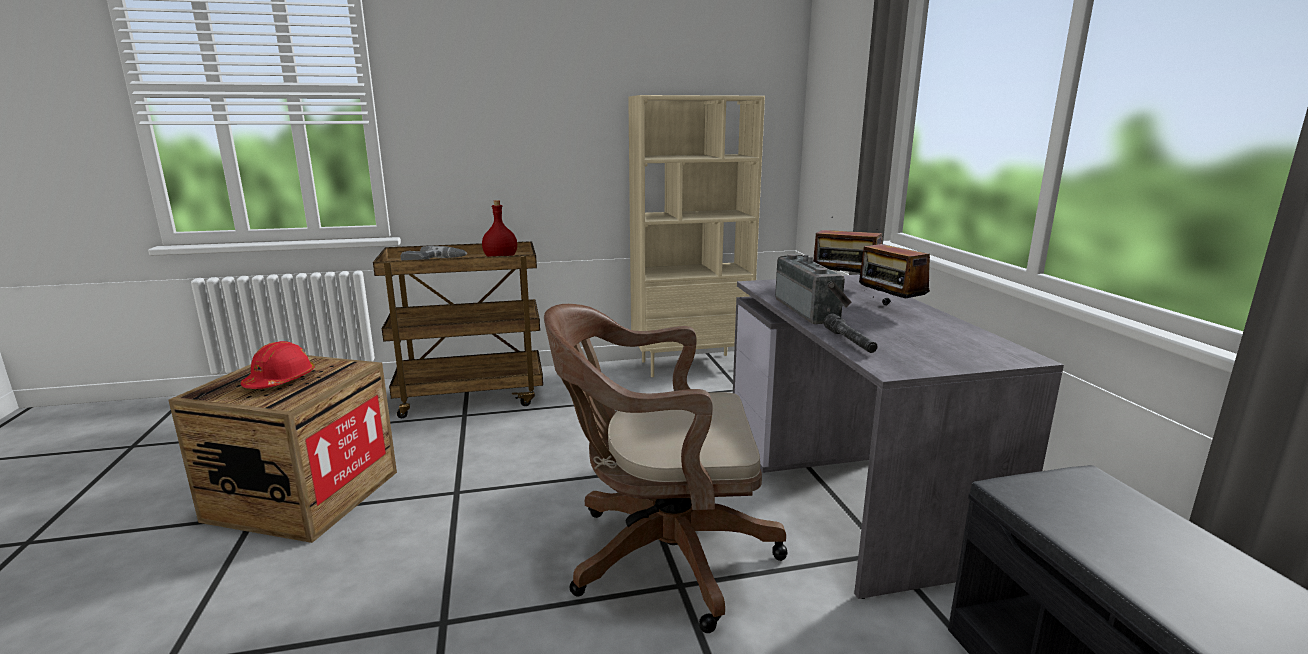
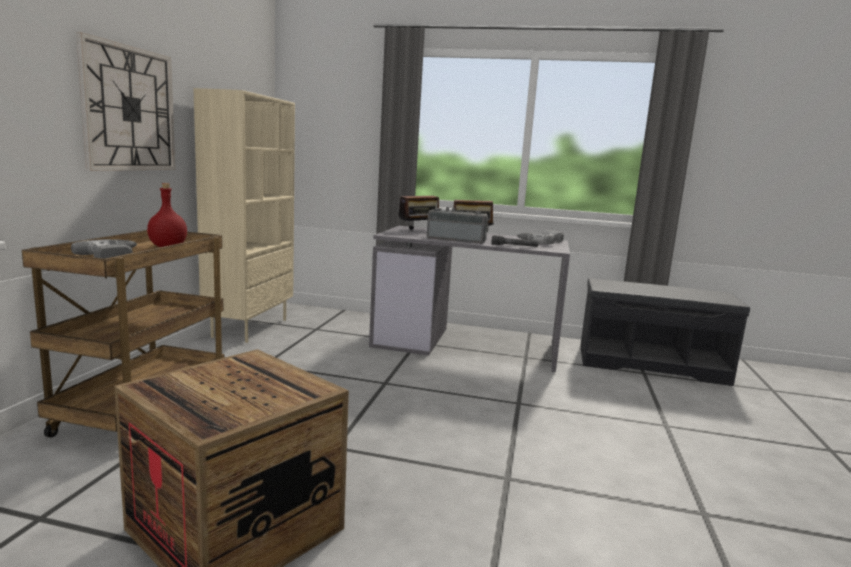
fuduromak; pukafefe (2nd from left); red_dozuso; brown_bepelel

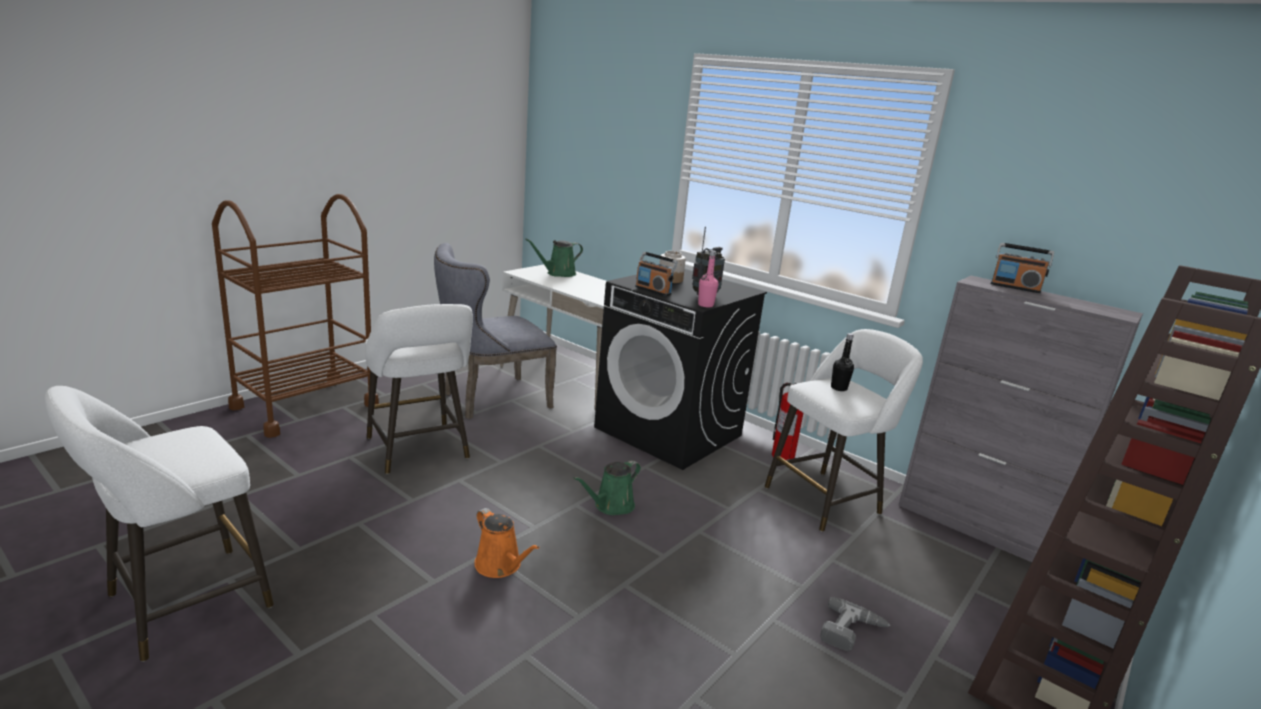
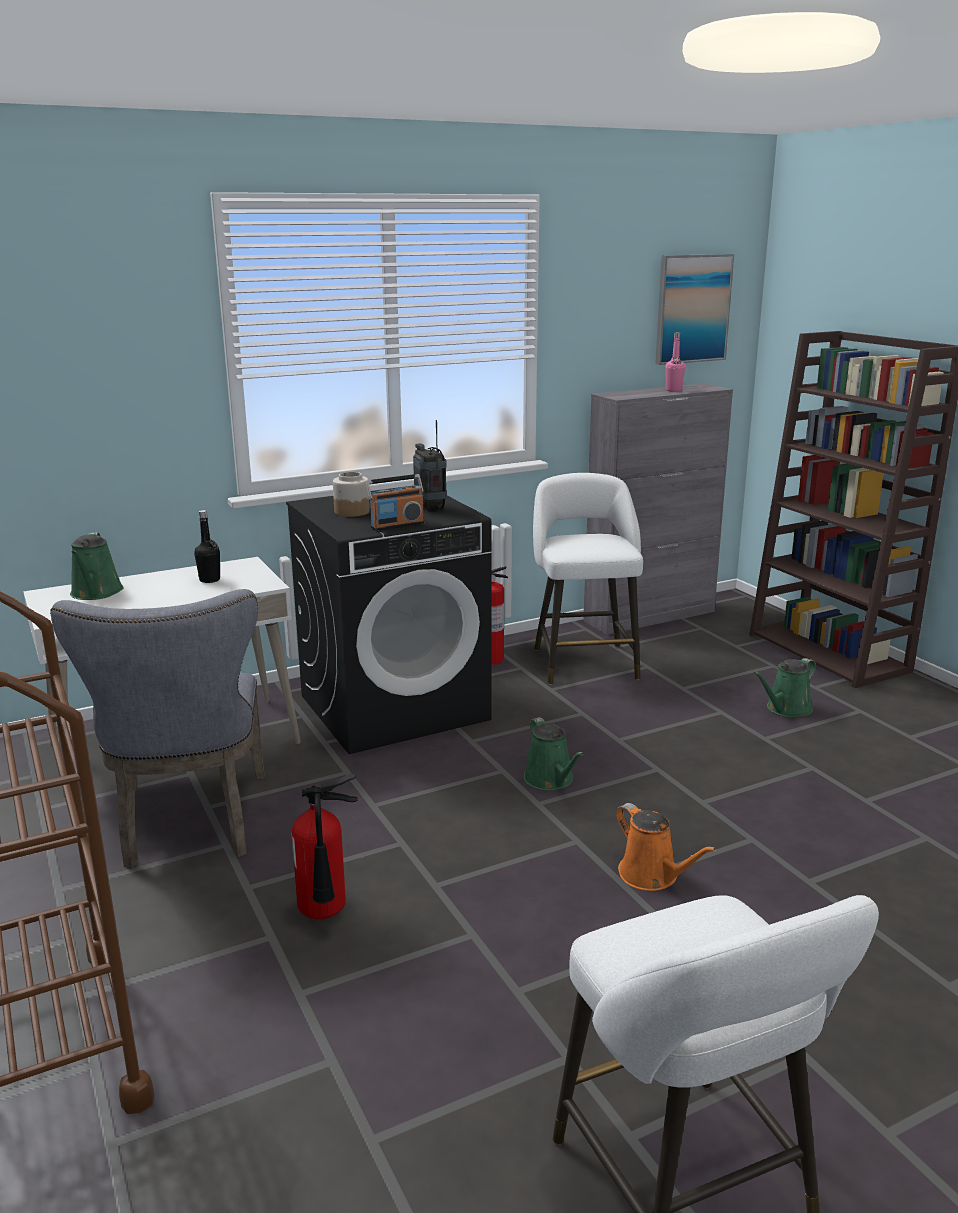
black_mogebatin; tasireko (1st from left); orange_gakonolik; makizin; pink_mogebatin; green_gakonolik (3rd from left); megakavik (3rd from left in the first image)

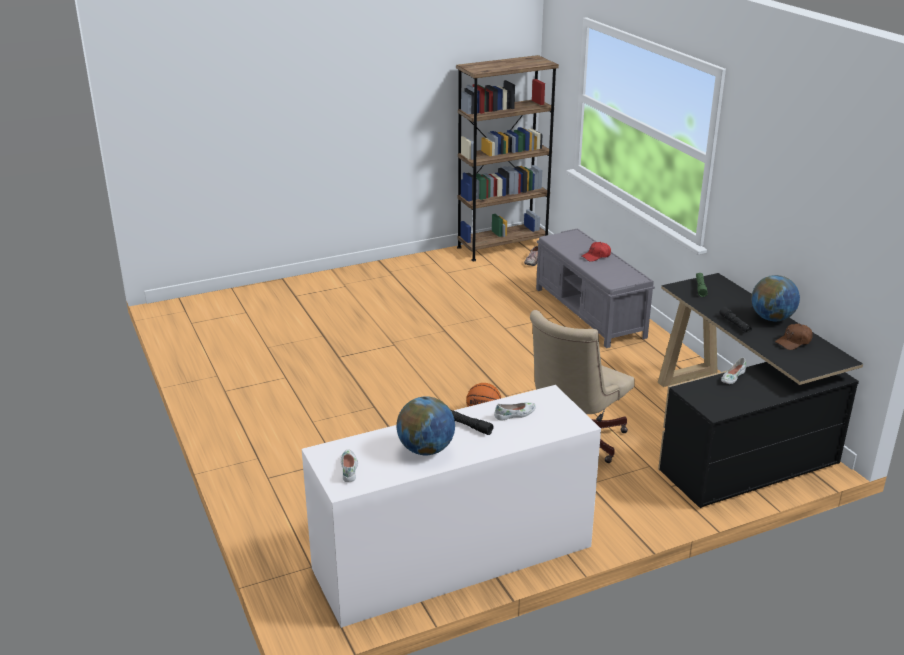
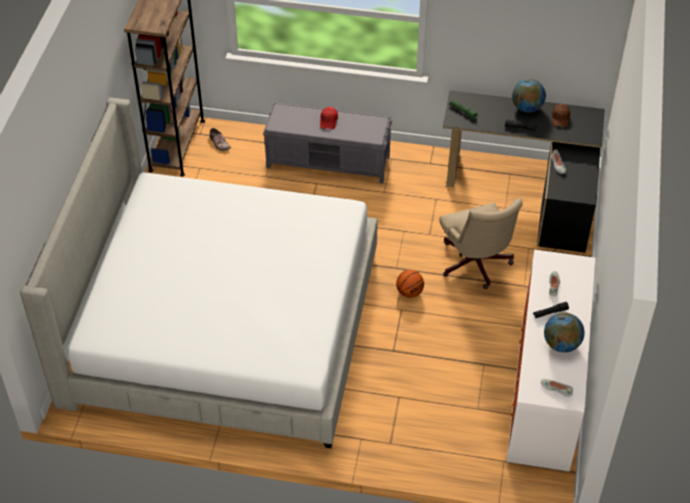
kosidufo

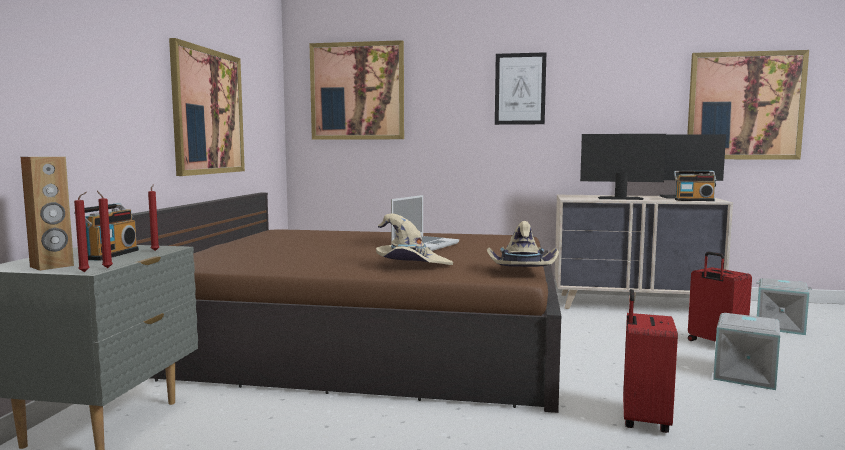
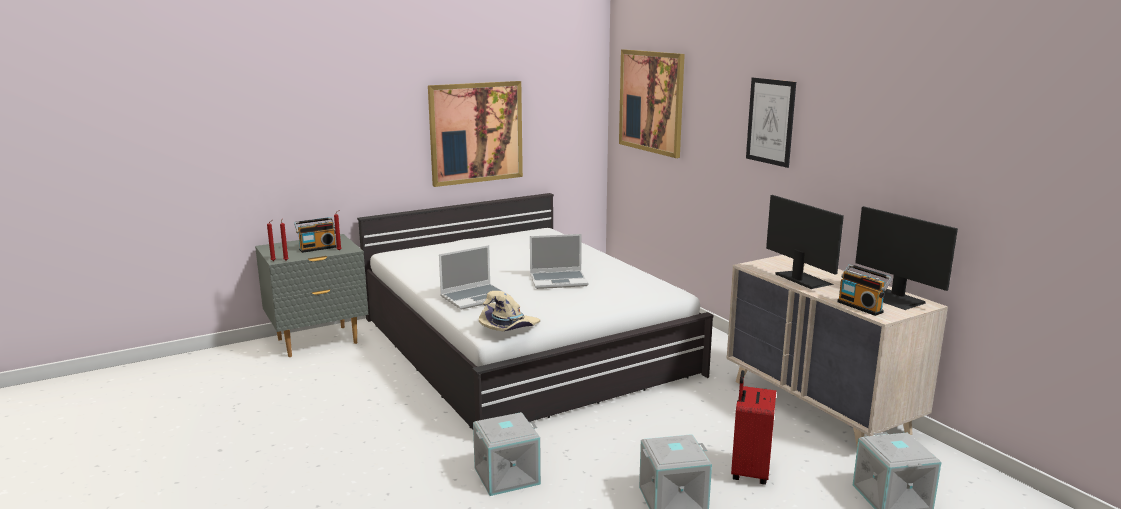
white_kosidufo; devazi (1st from left); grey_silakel (1st from left); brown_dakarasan; makizin (4th from left in the first image)

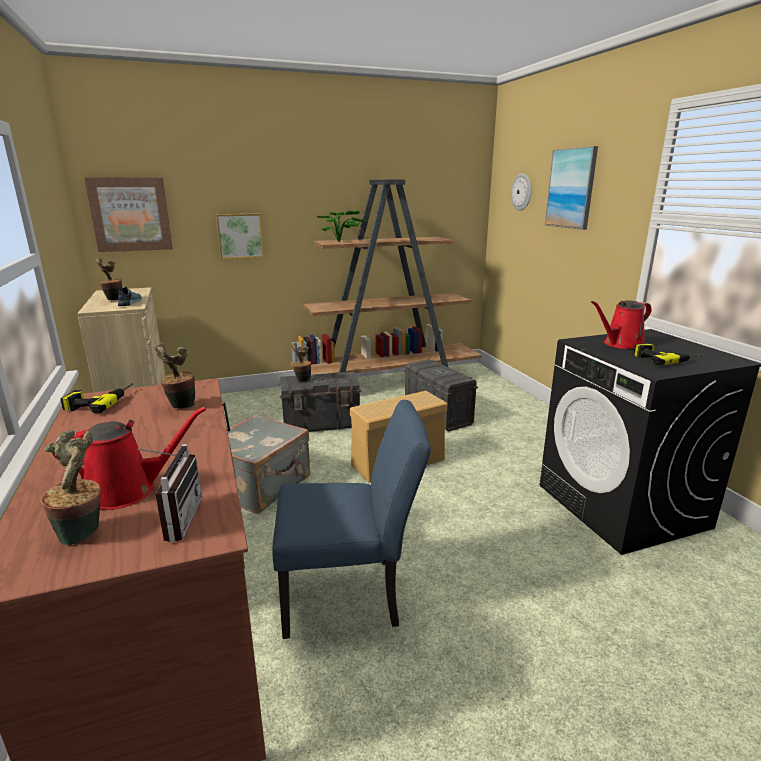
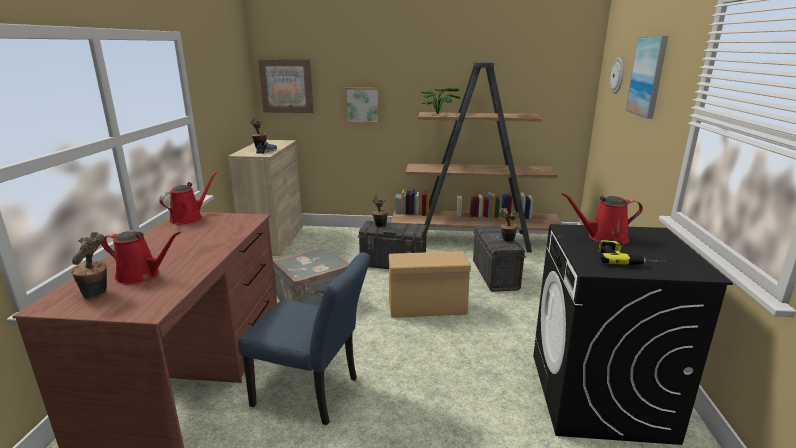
red_gakonolik (2nd from left); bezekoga (5th from left); megakavik

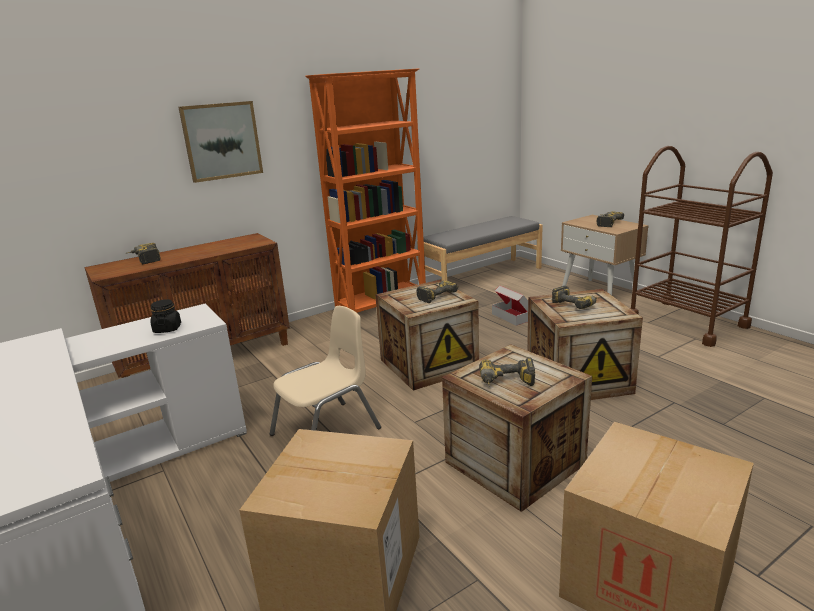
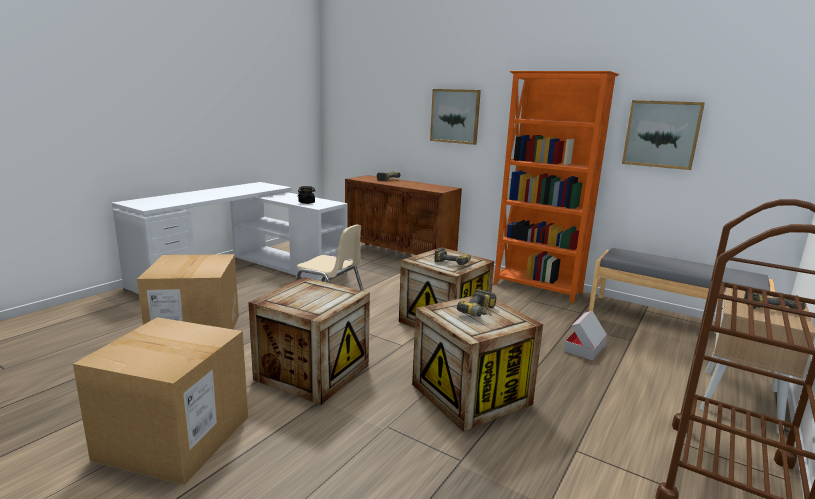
makizin (2nd from left); pukafefe (3rd from left in the first image)

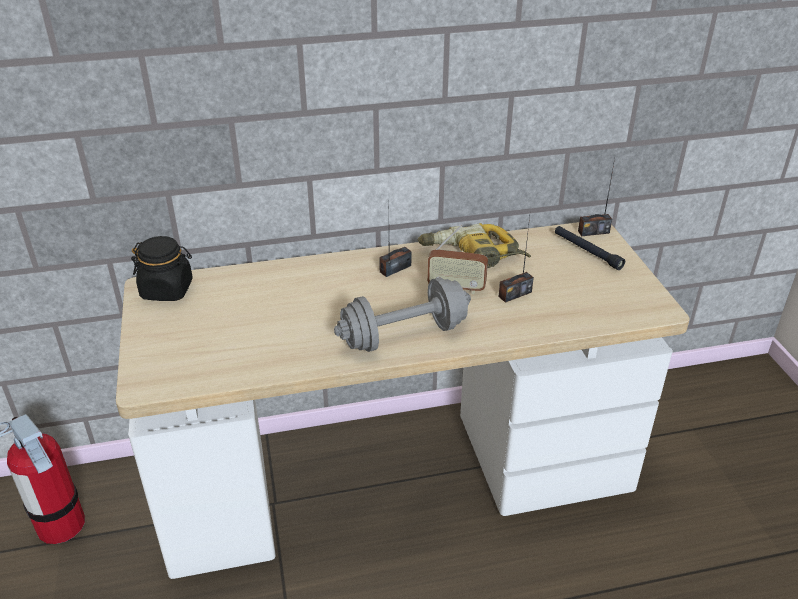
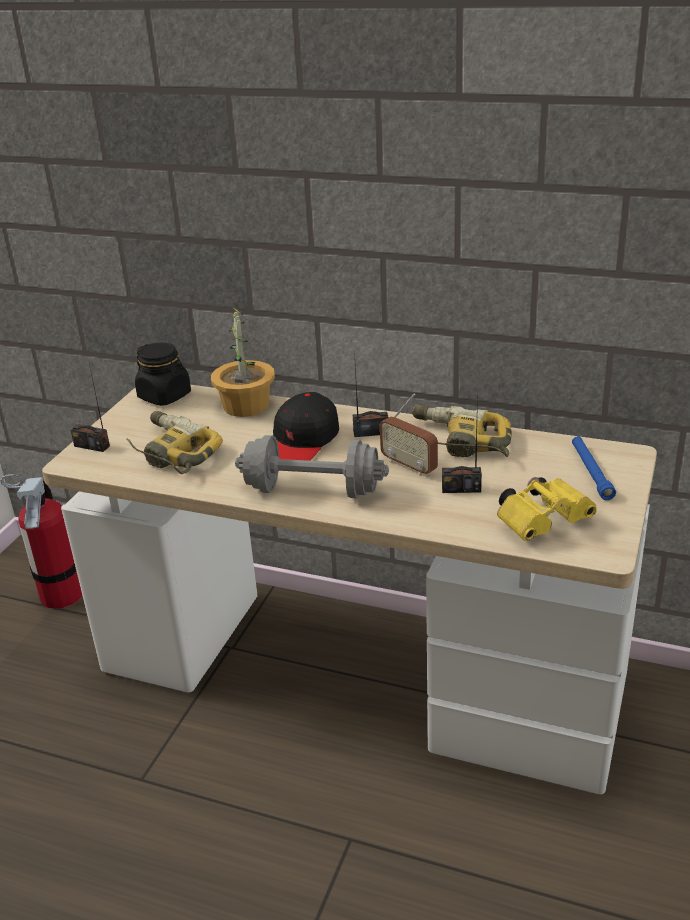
megakavik (1st from left); pukafefe (1st from left); bezekoga; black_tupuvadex; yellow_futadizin; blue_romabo

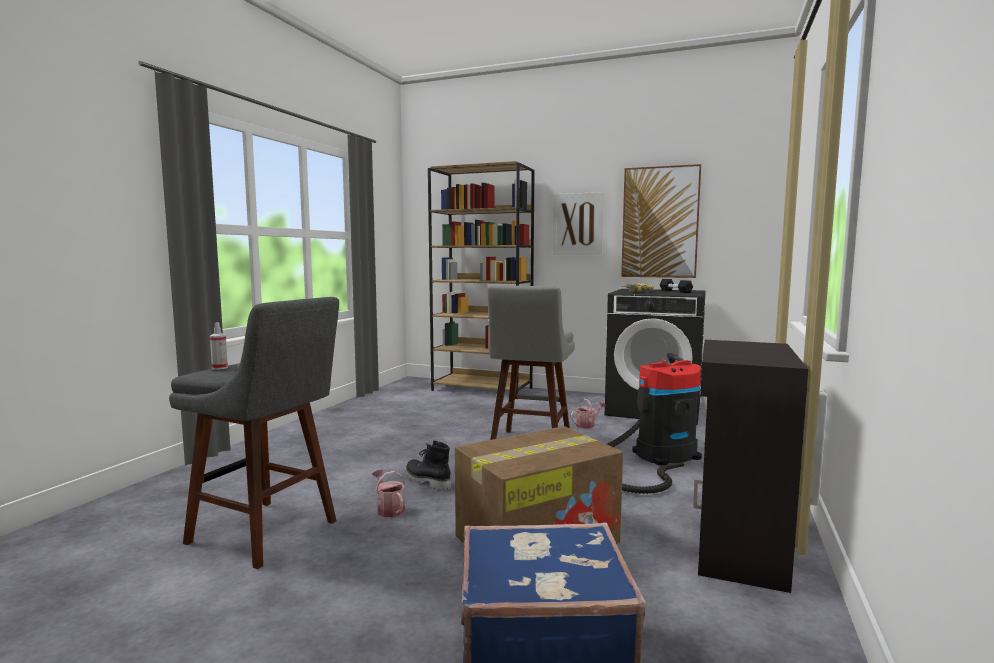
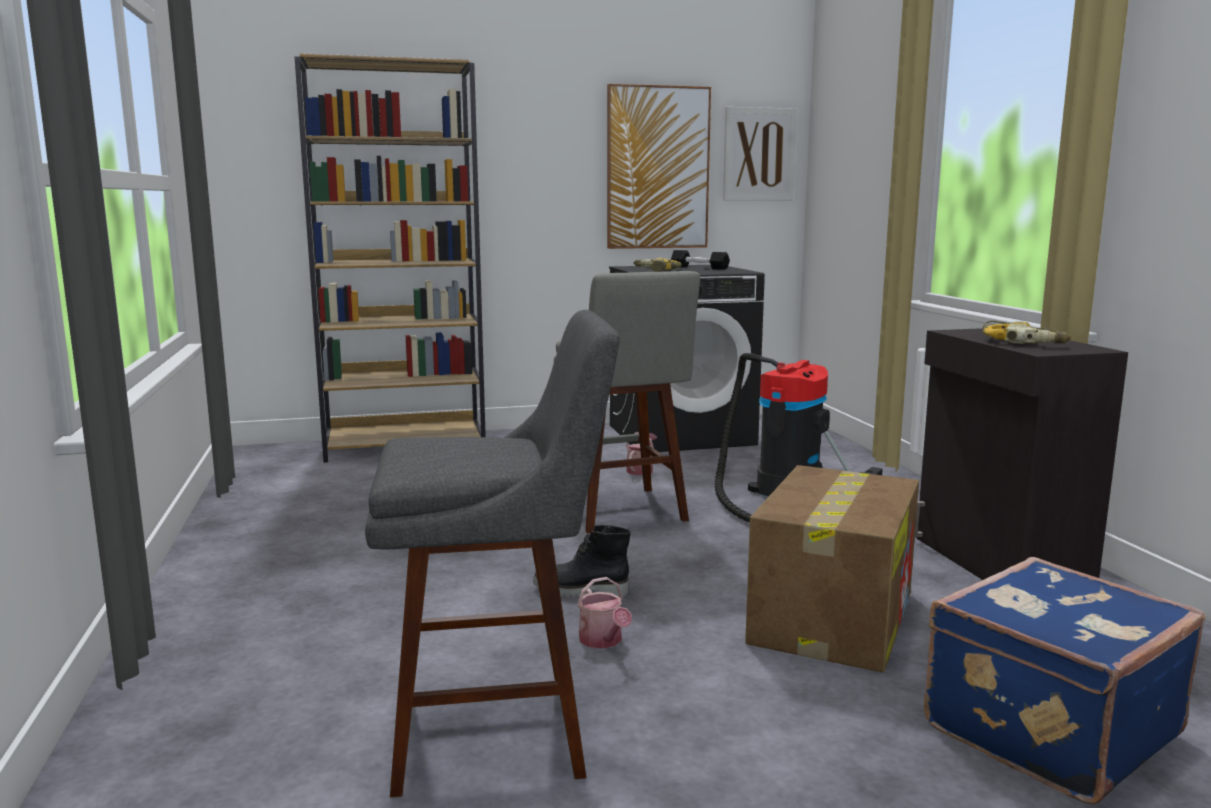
gakonolik (1st from left); makizin (2nd from left); pukafefe (2nd from left); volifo

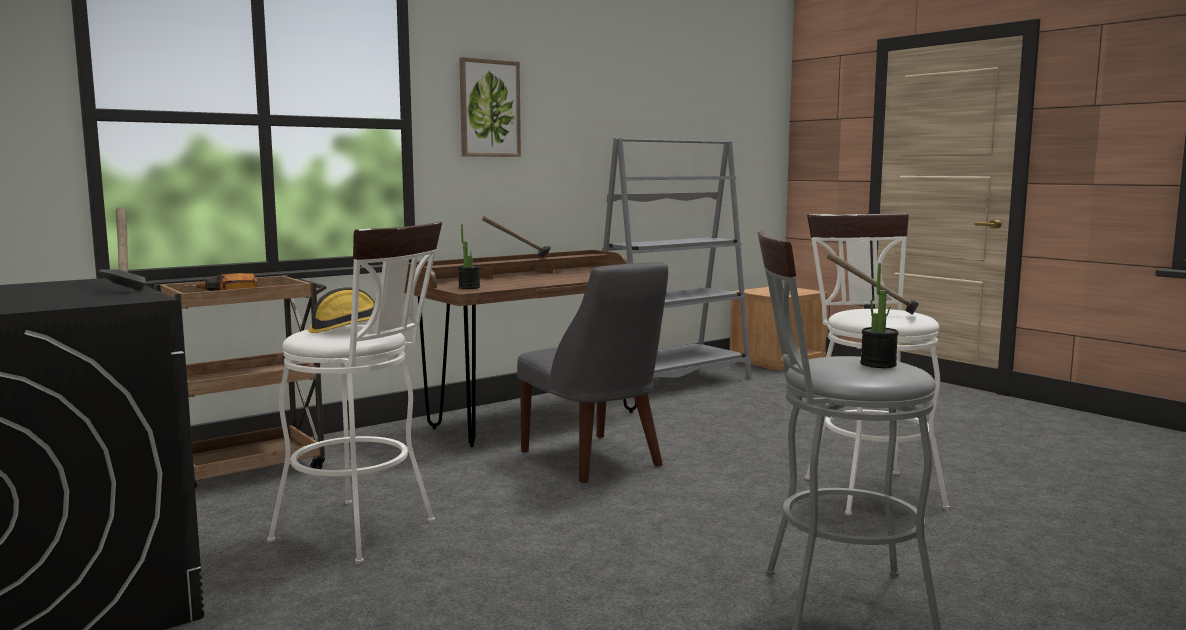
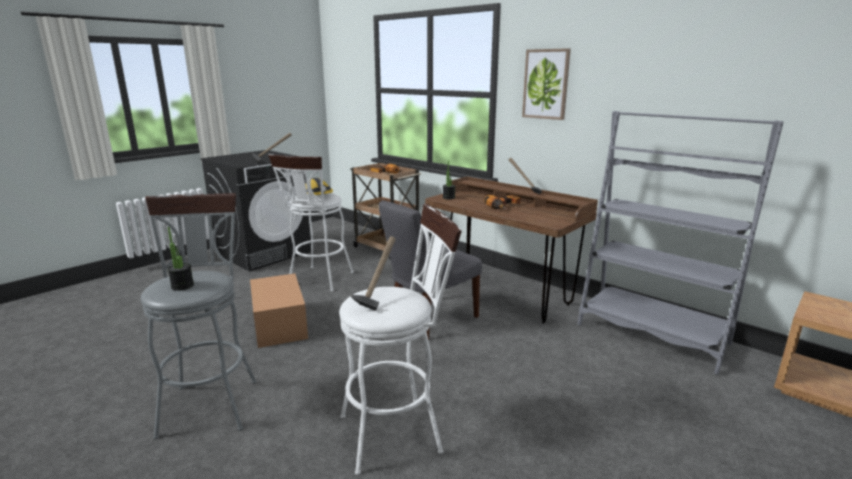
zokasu; pukafefe (2nd from left)

